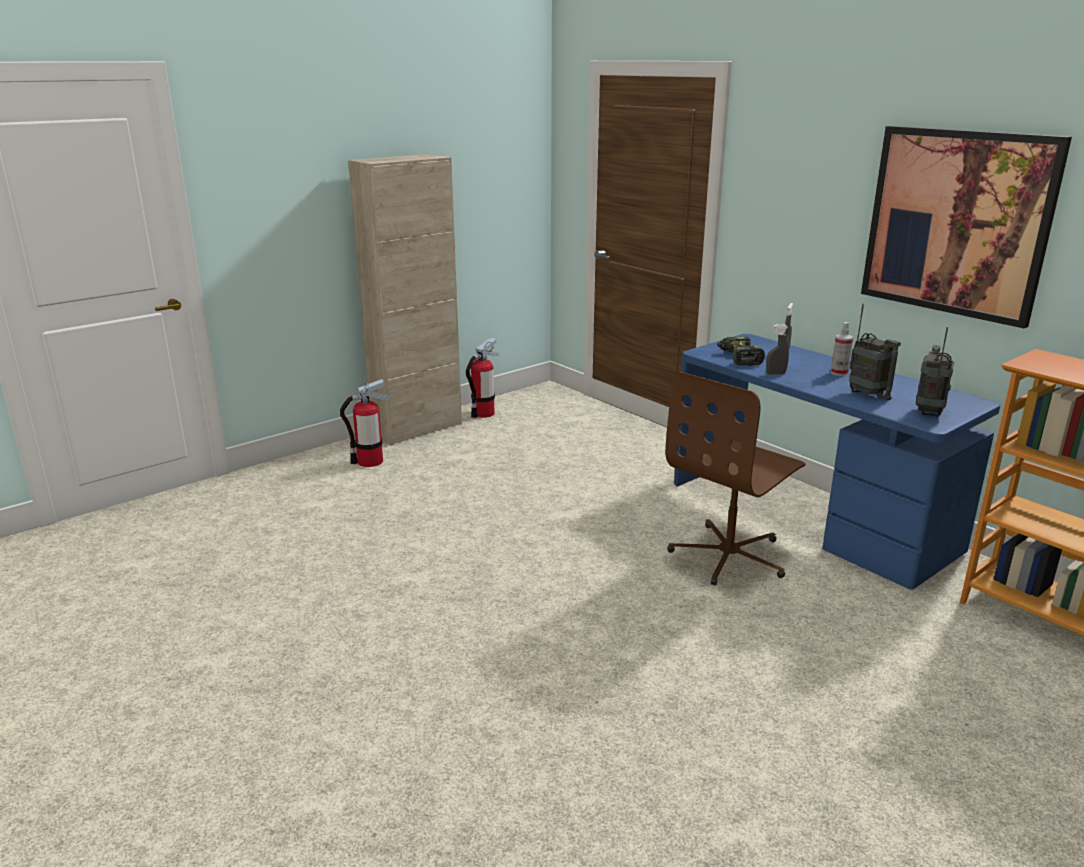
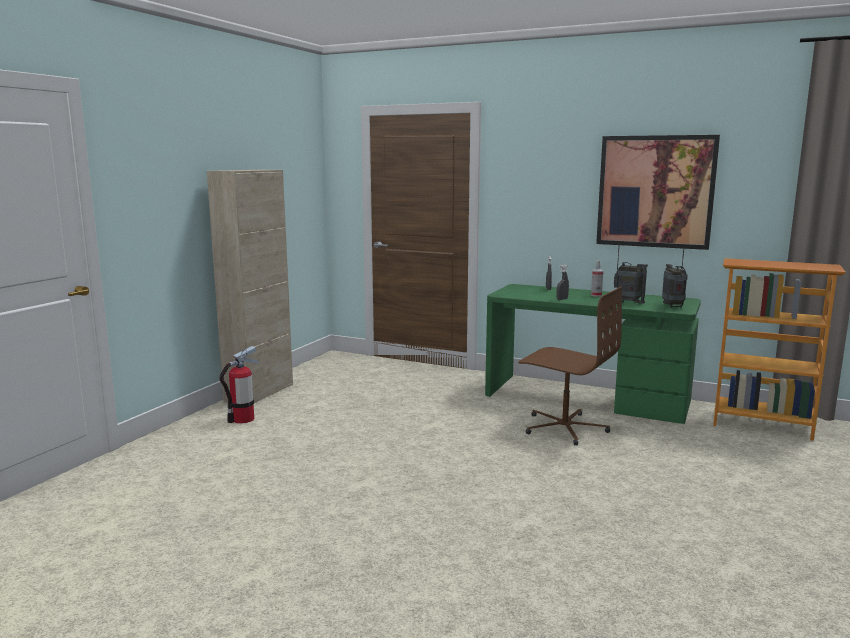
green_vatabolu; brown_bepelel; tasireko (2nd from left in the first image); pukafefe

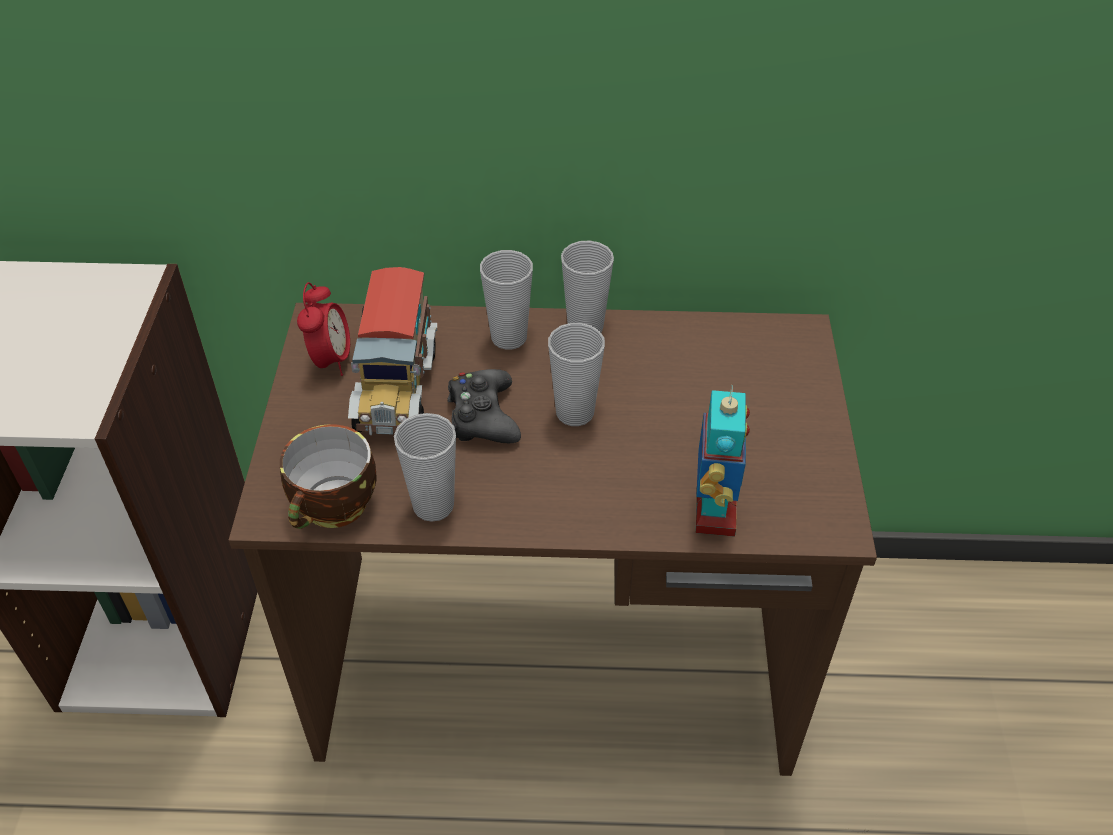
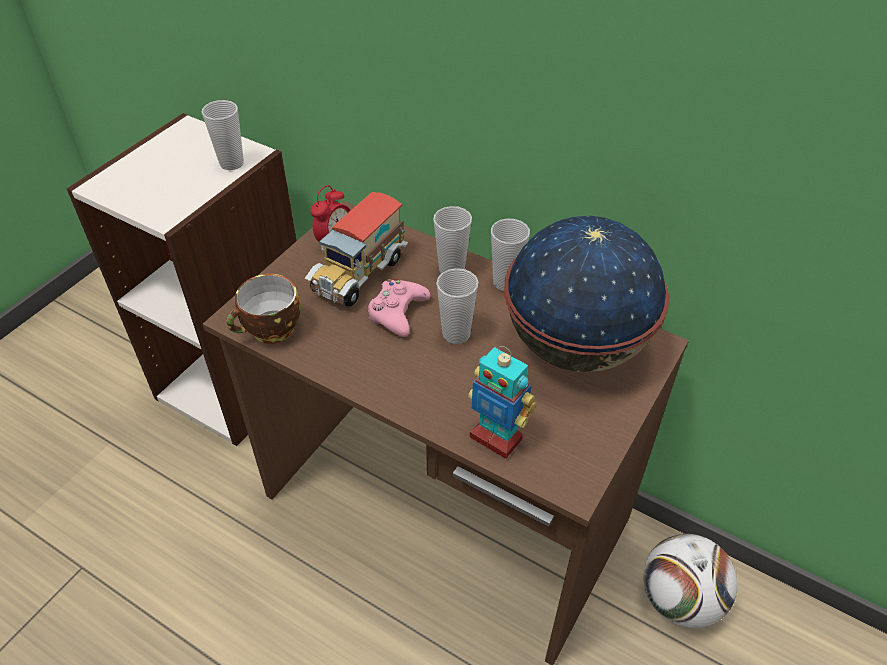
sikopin (1st from left); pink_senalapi; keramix; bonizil; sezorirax

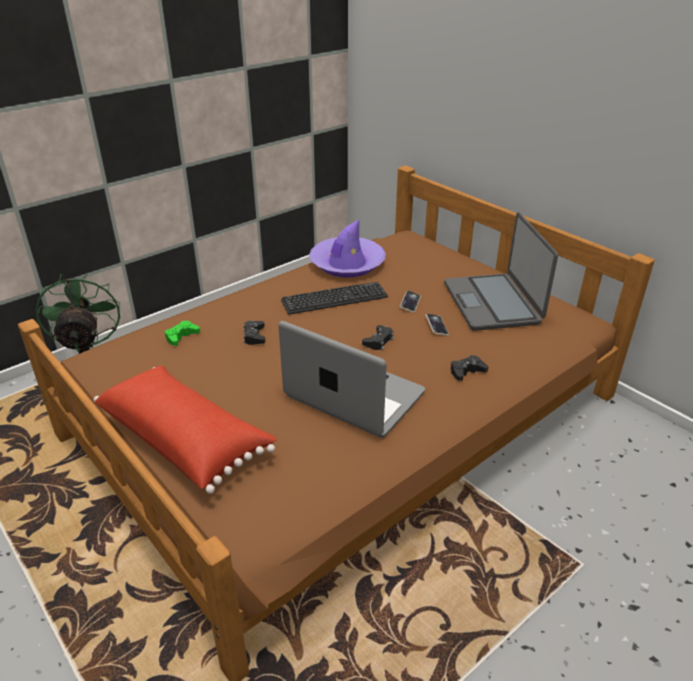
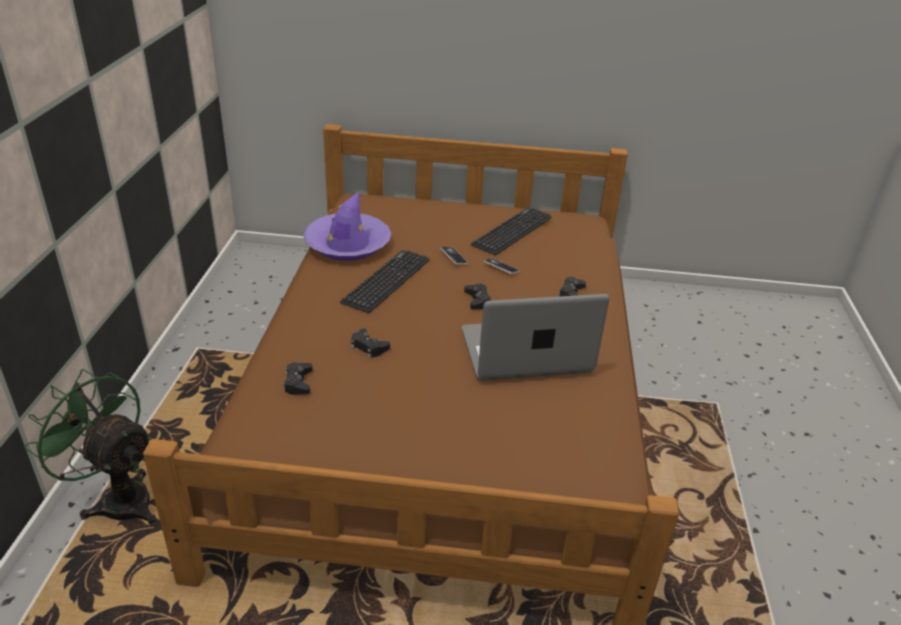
black_senalapi (1st from left); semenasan (2nd from left); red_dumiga

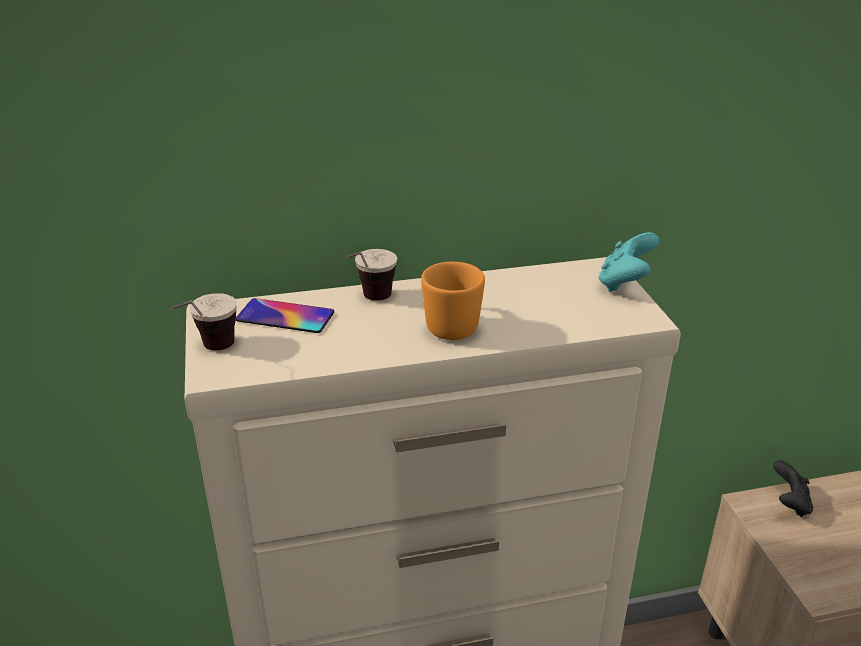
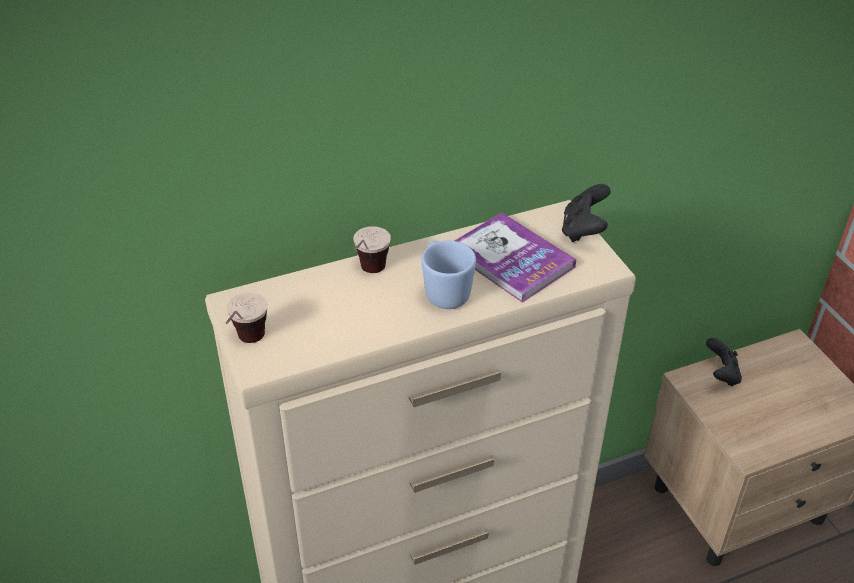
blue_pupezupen; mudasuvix; black_senalapi (1st from left); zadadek

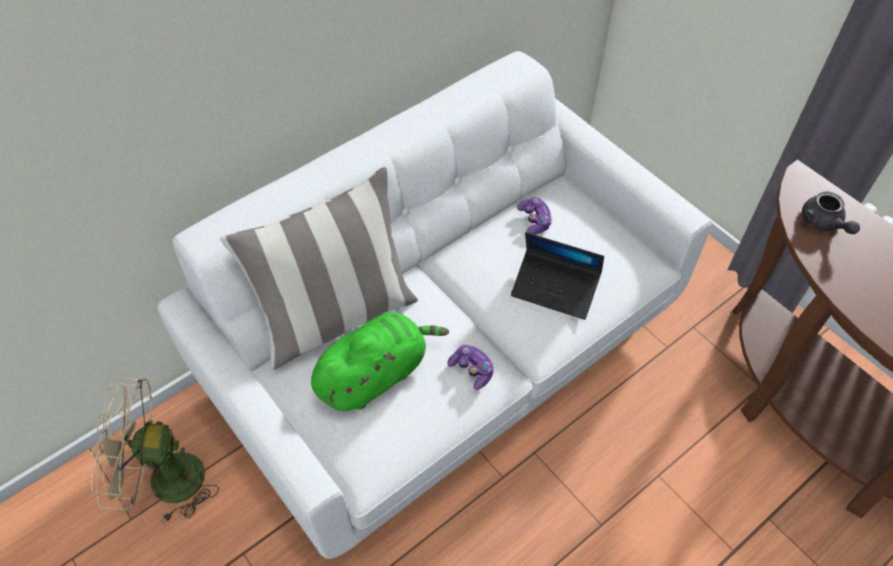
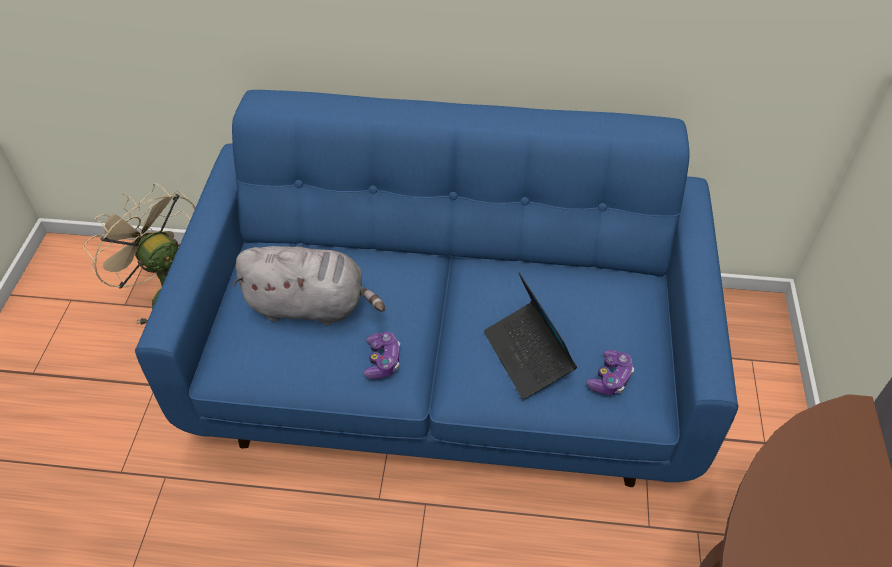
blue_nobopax; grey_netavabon; senalapi (2nd from left); dumiga; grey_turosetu

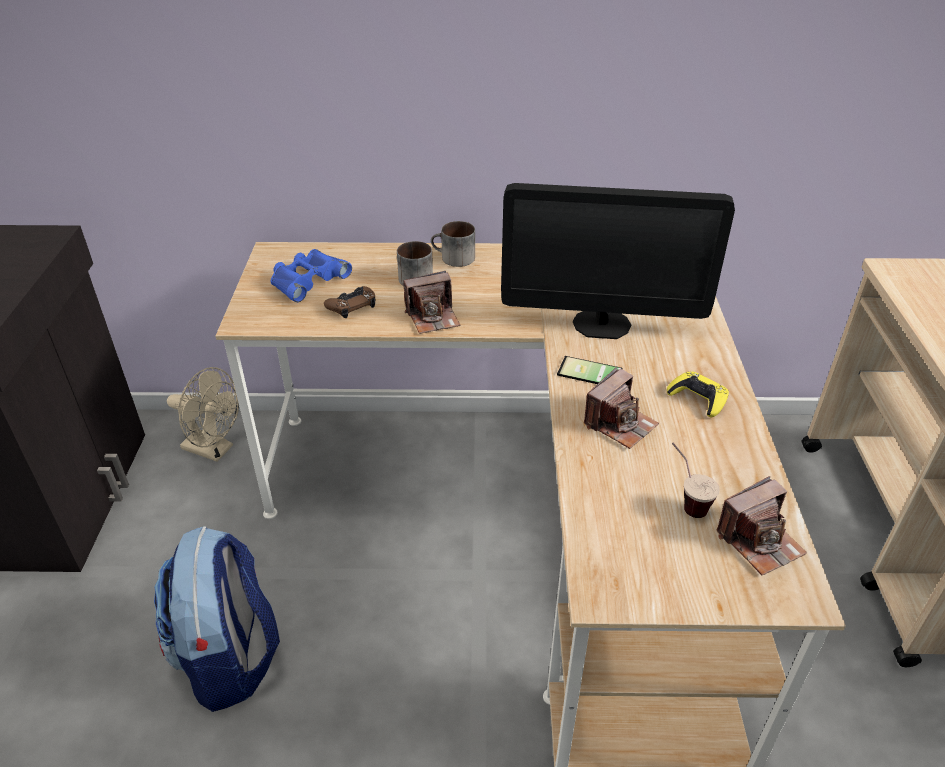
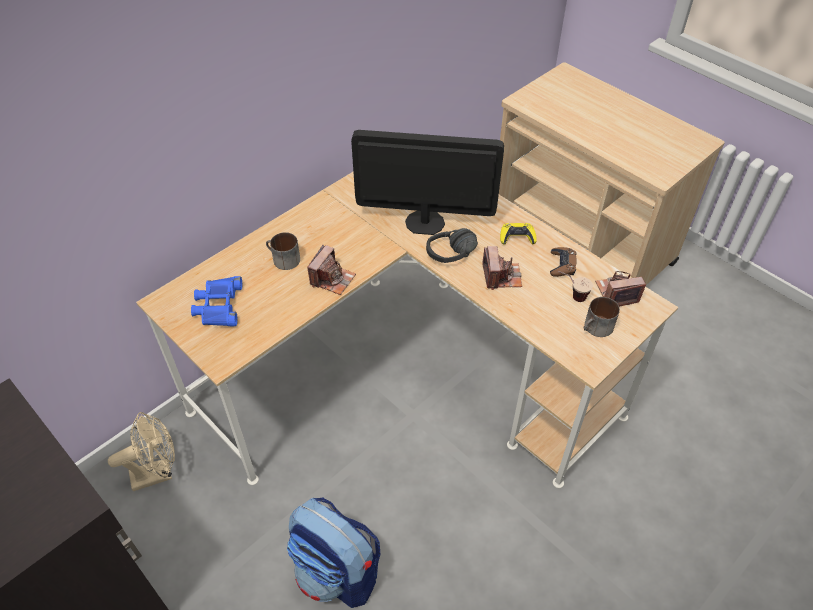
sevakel; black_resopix; brown_senalapi; pupezupen (2nd from left); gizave (3rd from left)

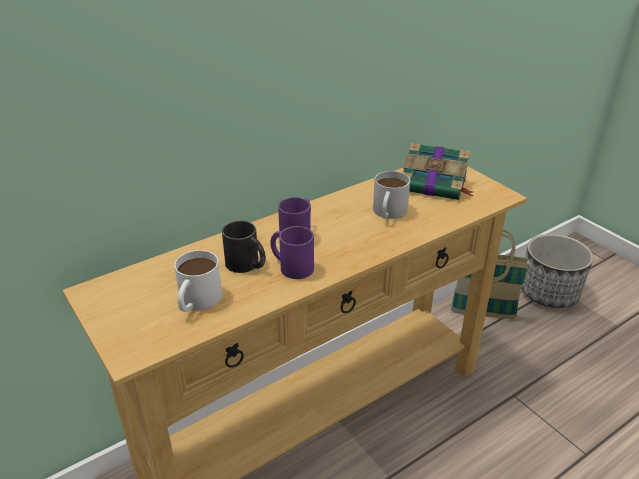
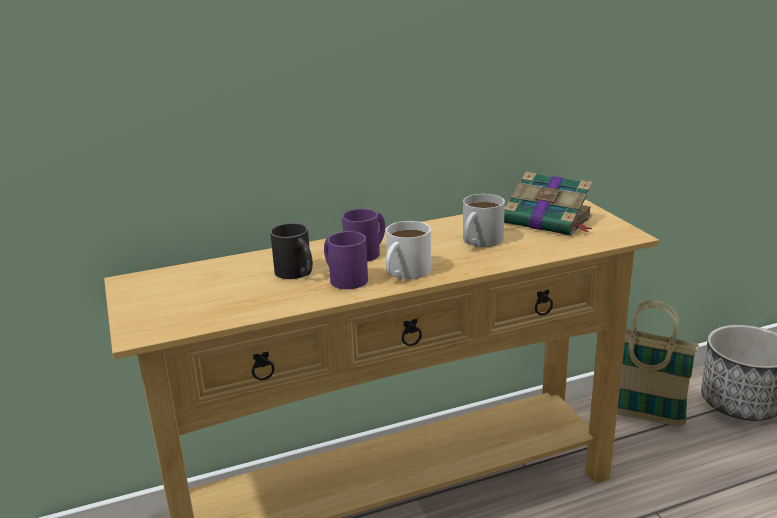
white_pupezupen (1st from left)

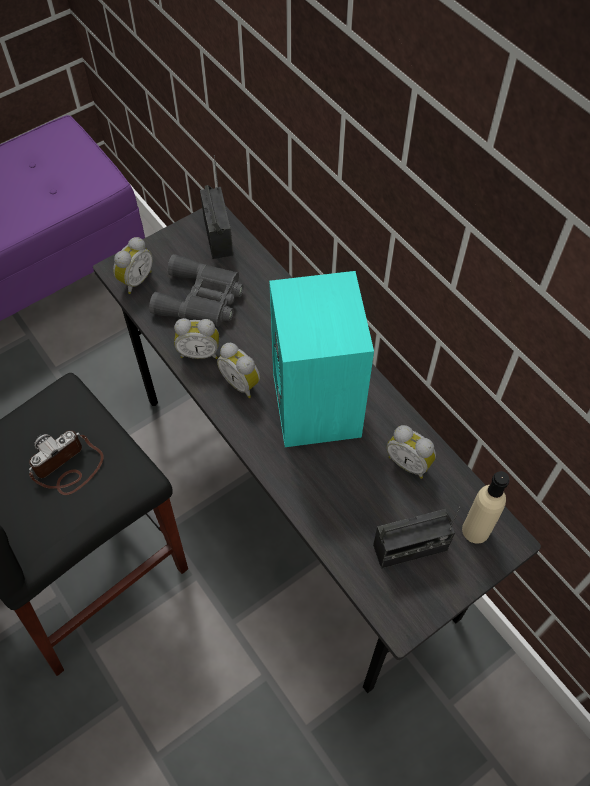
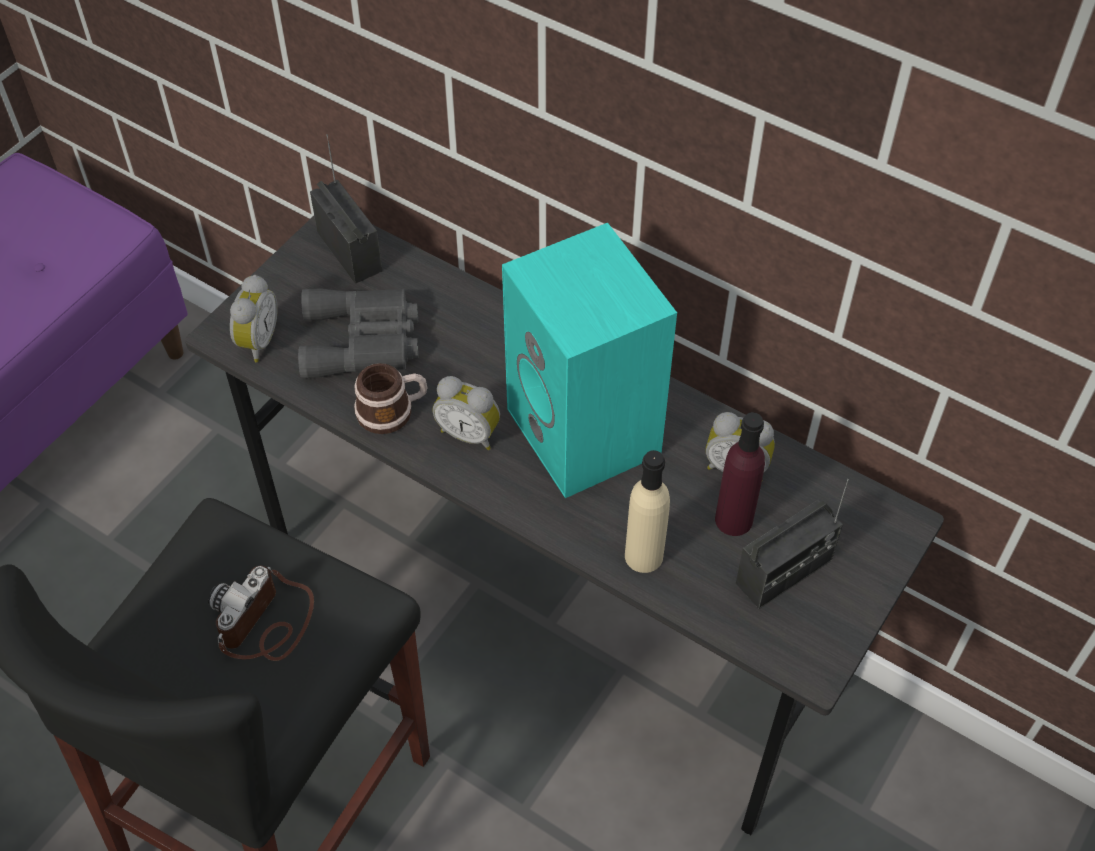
pupezupen; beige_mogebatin; purple_mogebatin

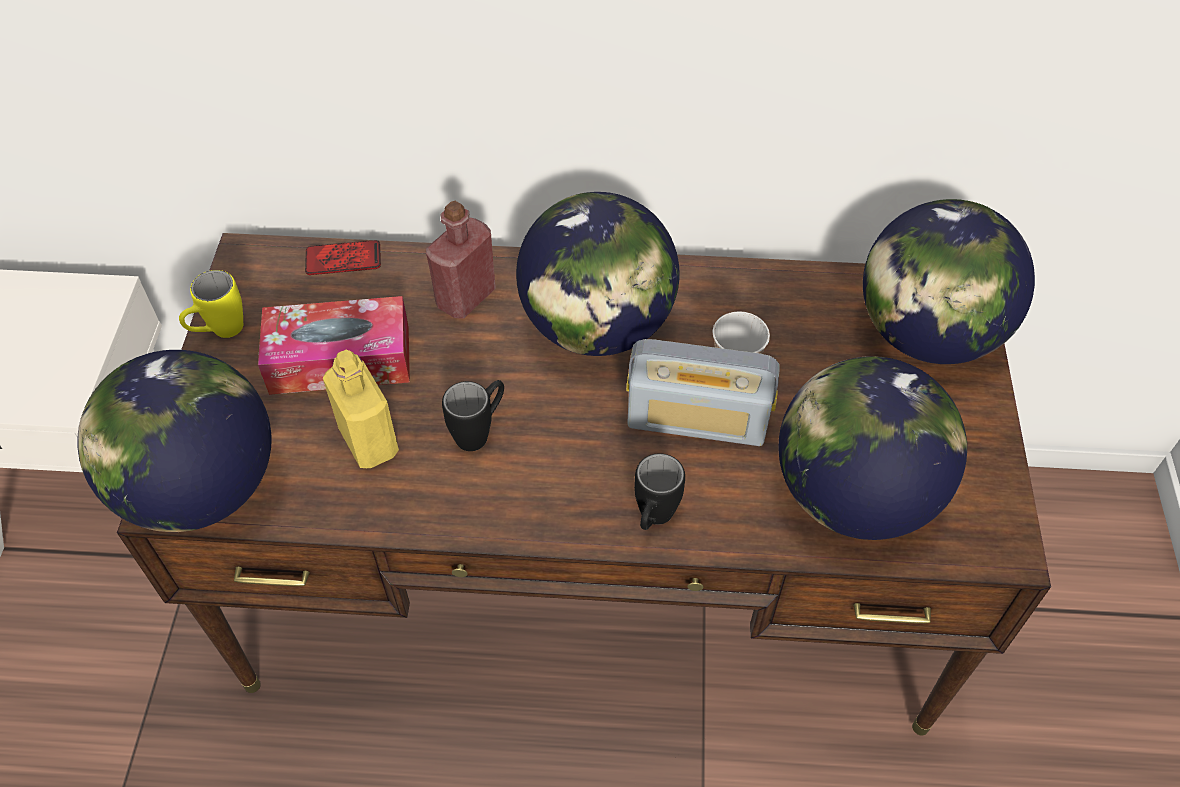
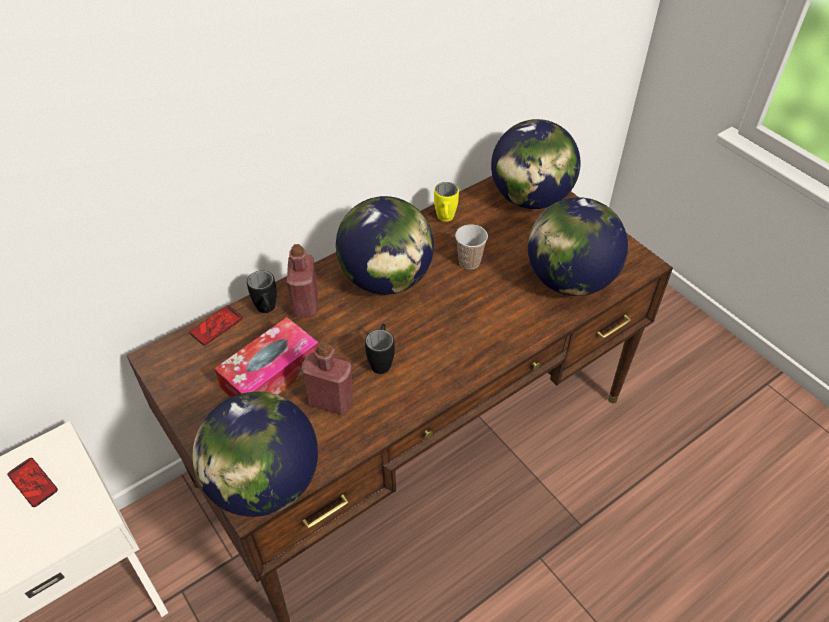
zadadek (1st from left); black_pupezupen (1st from left); red_mogebatin (2nd from left); yellow_pupezupen; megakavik

